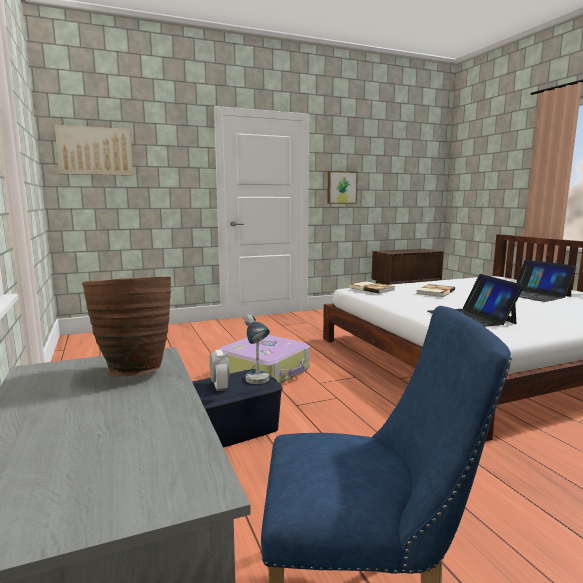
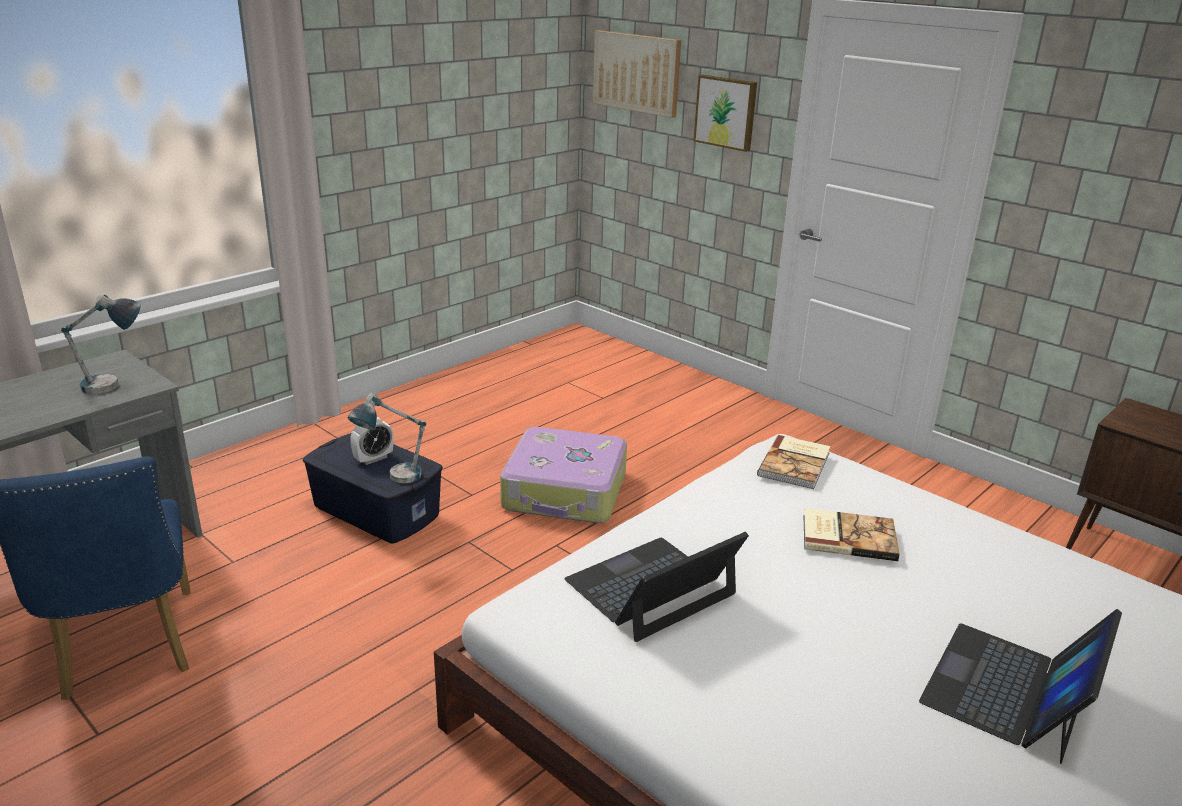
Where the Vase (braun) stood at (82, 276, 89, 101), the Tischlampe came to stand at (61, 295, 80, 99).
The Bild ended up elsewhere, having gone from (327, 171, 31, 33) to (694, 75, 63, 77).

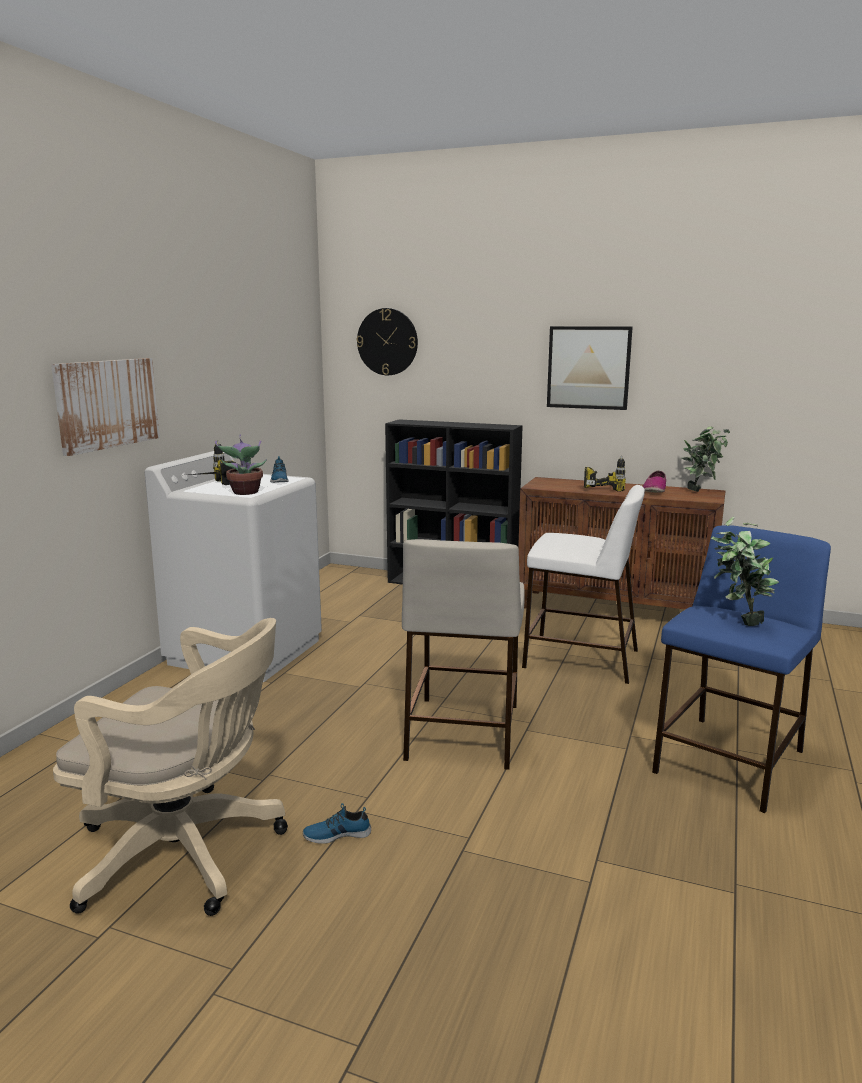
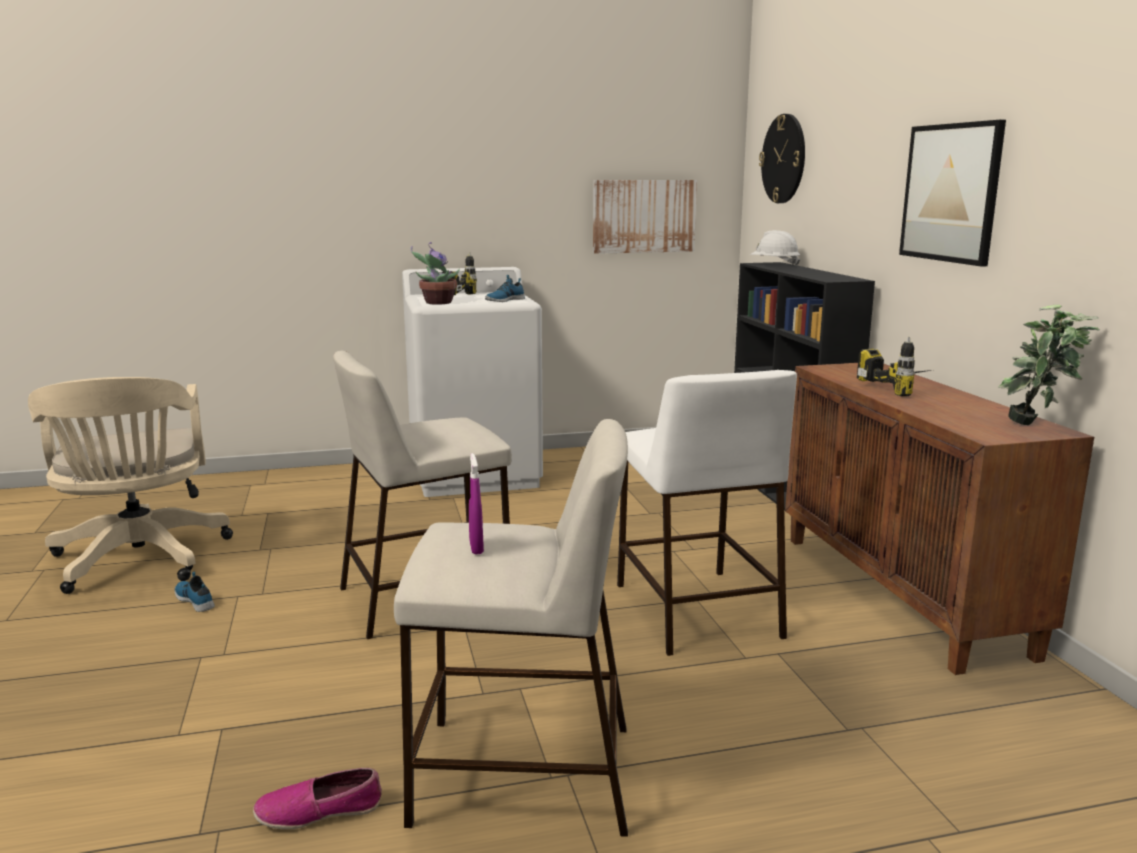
The Schuh ended up elsewhere, having gone from (643, 471, 23, 22) to (253, 768, 129, 61).
What was the Hocker (blau) at (652, 525, 179, 288) turned into the Hocker (beige) at (394, 419, 234, 418).
Where the Topfpflanze stood at (711, 516, 68, 110), the Sprühflasche (lila) came to stand at (469, 453, 15, 102).
The Bild ended up elsewhere, having gone from (51, 358, 109, 98) to (593, 180, 104, 74).
The second view gained the Schutzhelm (weiß) at (750, 230, 50, 36).

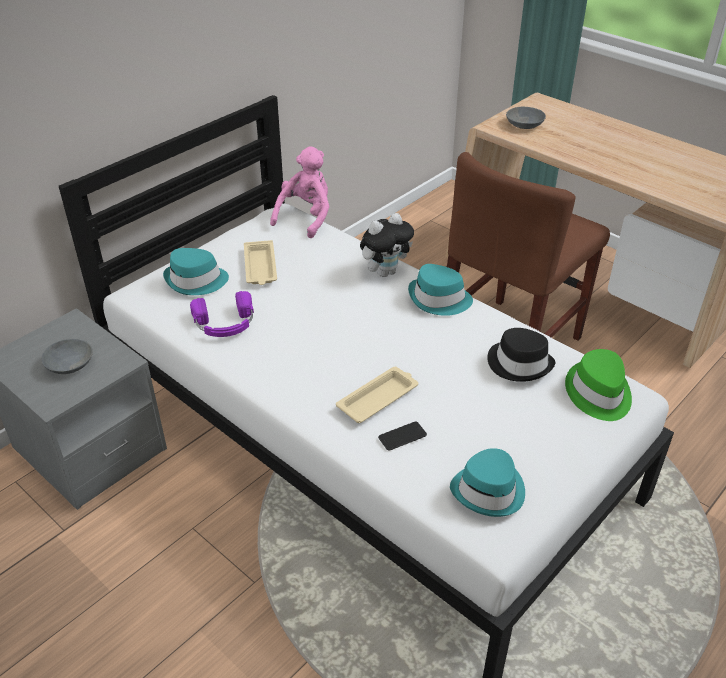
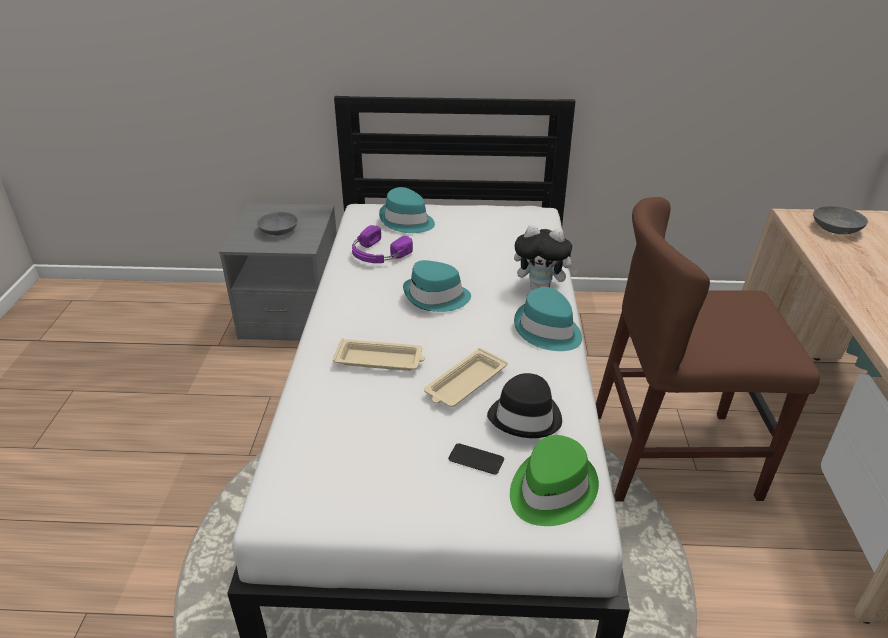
The Hut (türkis) ended up elsewhere, having gone from (450, 448, 75, 69) to (403, 260, 68, 52).
The Tablett (beige) ended up elsewhere, having gone from (244, 240, 33, 45) to (424, 348, 83, 59).
The Handy ended up elsewhere, having gone from (378, 422, 49, 29) to (448, 443, 56, 32).
The second view lost the Plüschtier (rosa) at (270, 146, 59, 92).

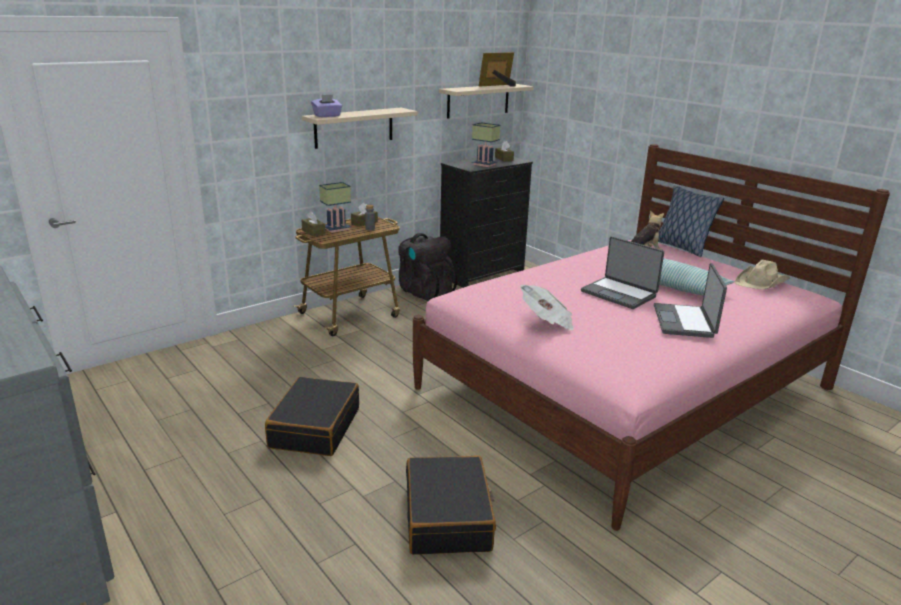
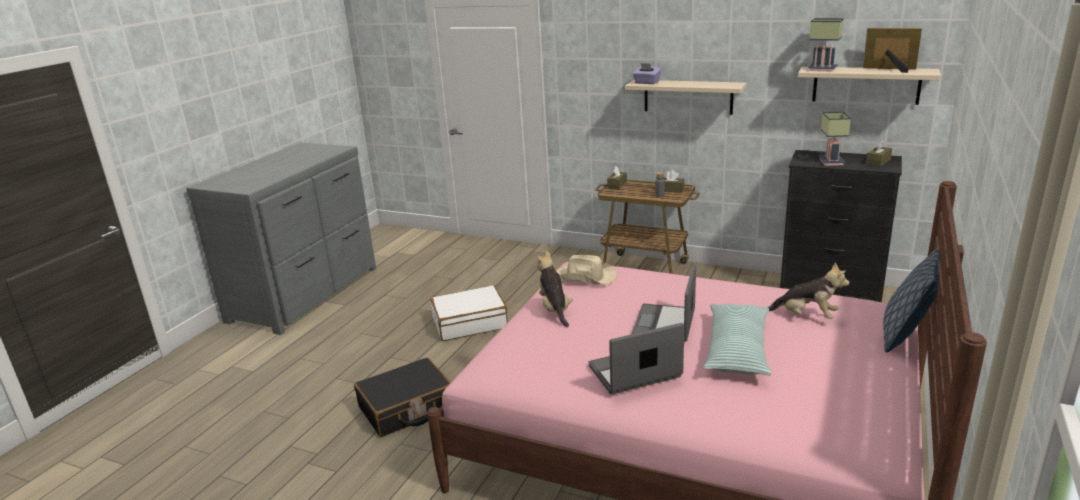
What was the Koffer (schwarz) at (265, 377, 94, 79) turned into the Koffer (weiß) at (430, 285, 78, 56).
Where the Zeitung stood at (520, 284, 54, 46), the Plüschtier came to stand at (536, 251, 37, 76).
The Hut (beige) ended up elsewhere, having gone from (734, 260, 56, 30) to (556, 255, 61, 30).
The Tischlampe ended up elsewhere, having gone from (319, 182, 32, 51) to (808, 18, 36, 54).
The second view lost the Rucksack (schwarz) at (398, 233, 59, 68).

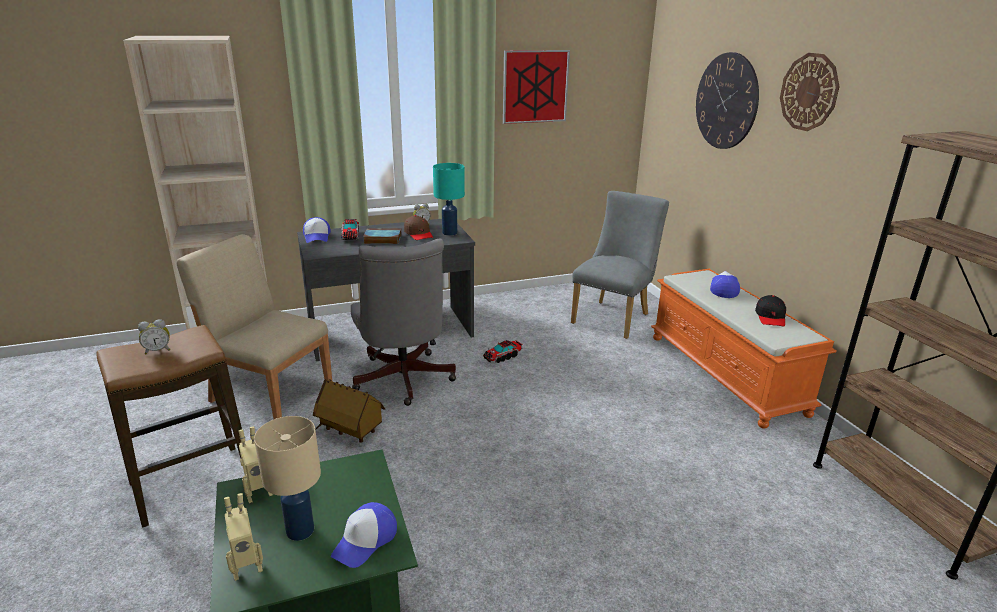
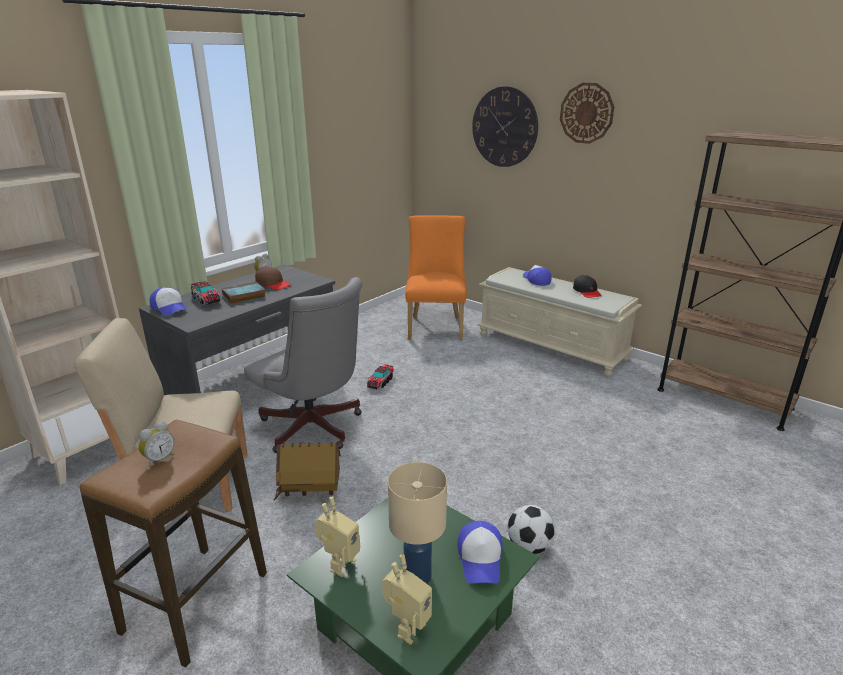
What was the Stuhl (grau) at (571, 191, 98, 148) turned into the Stuhl (orange) at (405, 215, 62, 125).
What was the Bank (orange) at (651, 269, 186, 160) turned into the Bank (beige) at (477, 267, 165, 110).
The second view gained the Fußball at (508, 505, 47, 49).
The second view lost the Tischlampe (türkis) at (433, 163, 32, 73).
The second view lost the Bild at (503, 50, 67, 74).

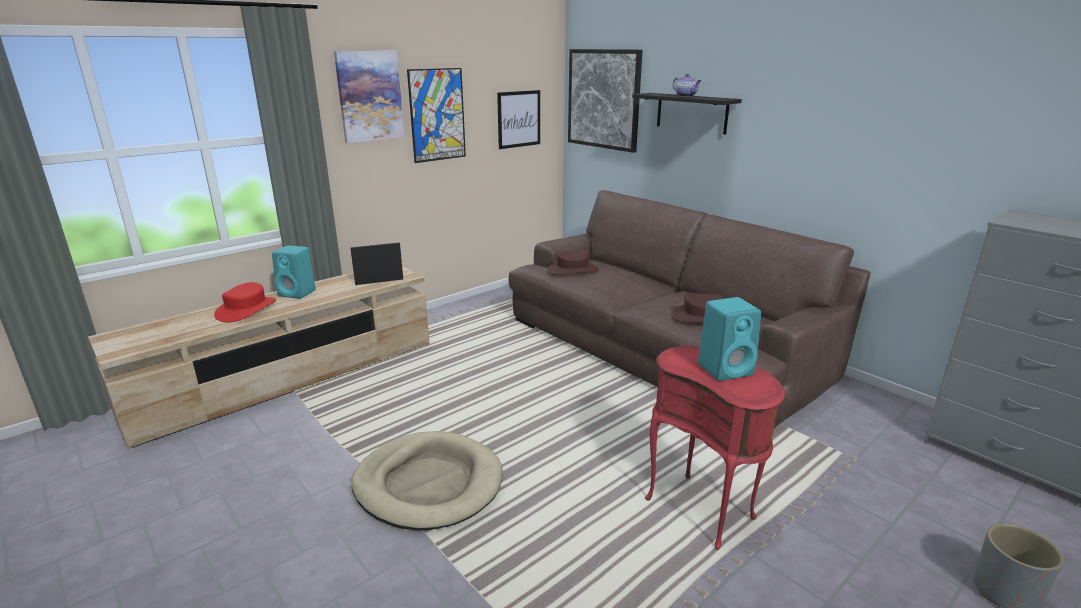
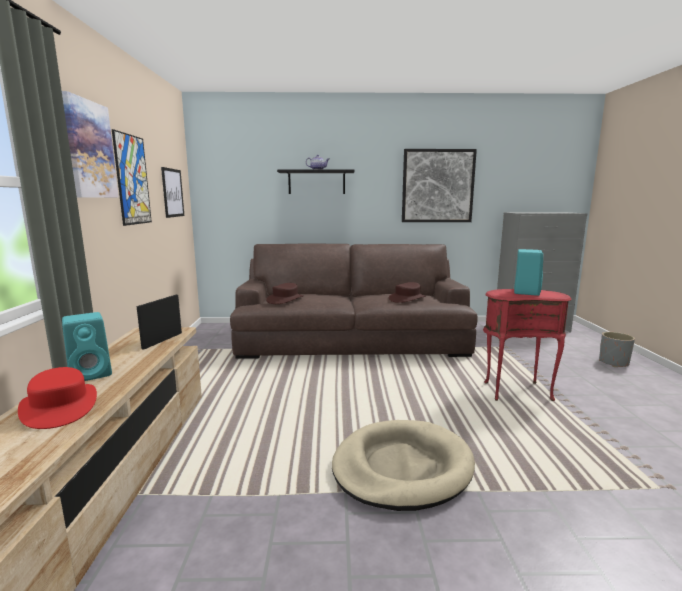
The Bild ended up elsewhere, having gone from (568, 49, 75, 104) to (402, 149, 75, 73).

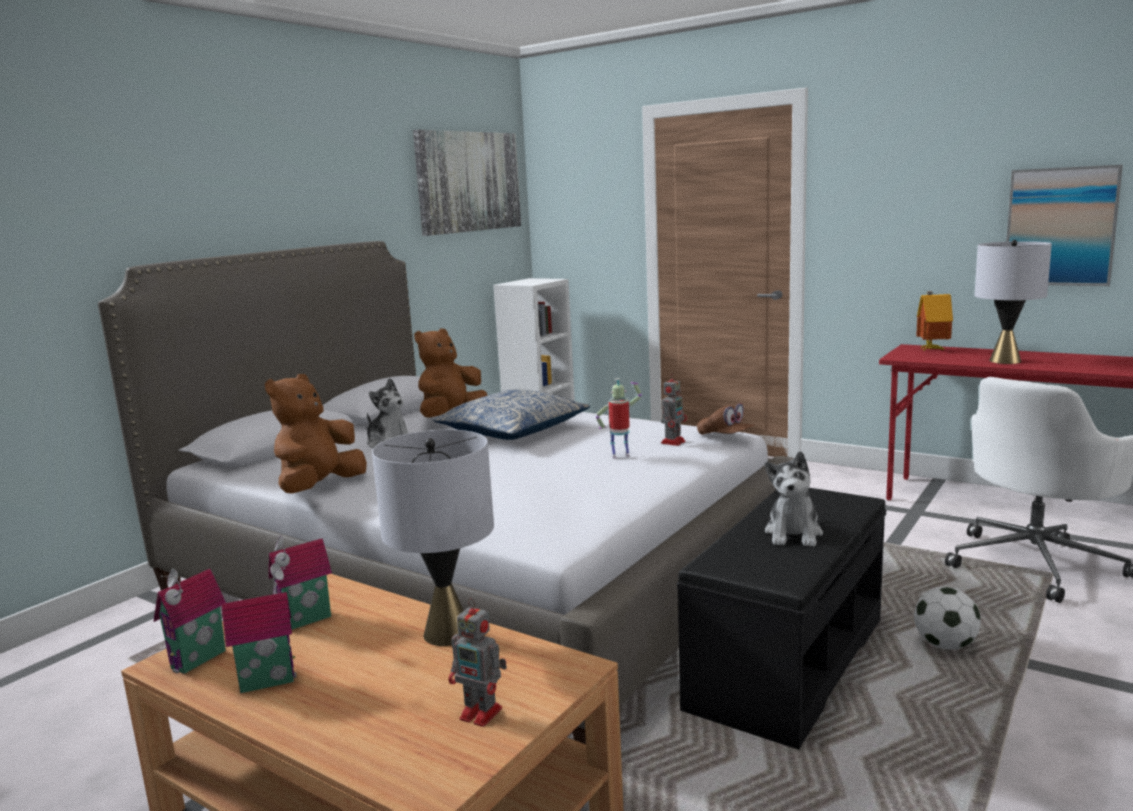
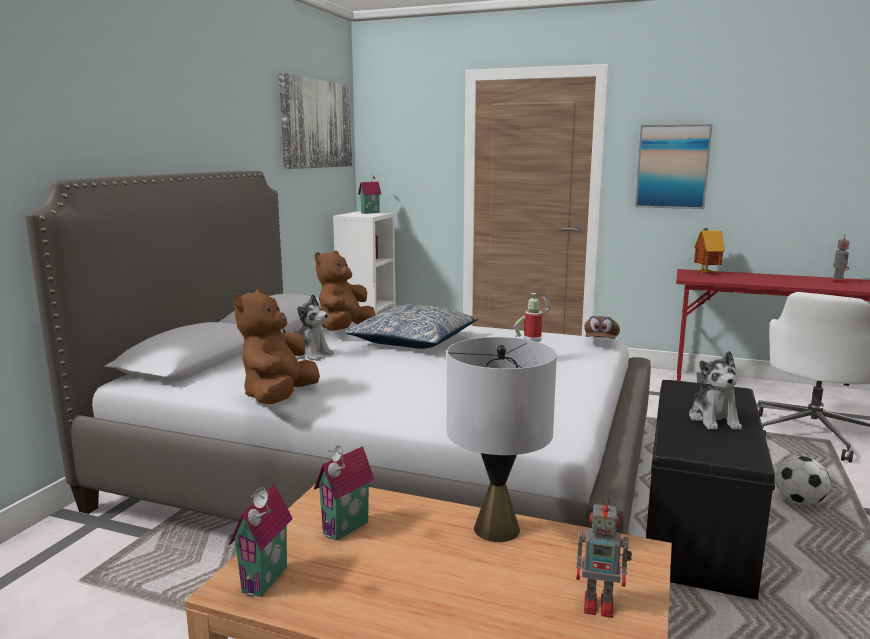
The Spielzeughaus ended up elsewhere, having gone from (221, 563, 76, 130) to (358, 173, 24, 41).
The Kappe (braun) at (697, 403, 58, 32) ended up facing another way, 75 degrees clockwise from before.
The Bild ended up elsewhere, having gone from (1006, 164, 117, 122) to (635, 124, 77, 85).
The Spielzeugroboter ended up elsewhere, having gone from (661, 373, 26, 73) to (830, 235, 19, 48).
The second view lost the Tischlampe (grau) at (974, 240, 78, 124).

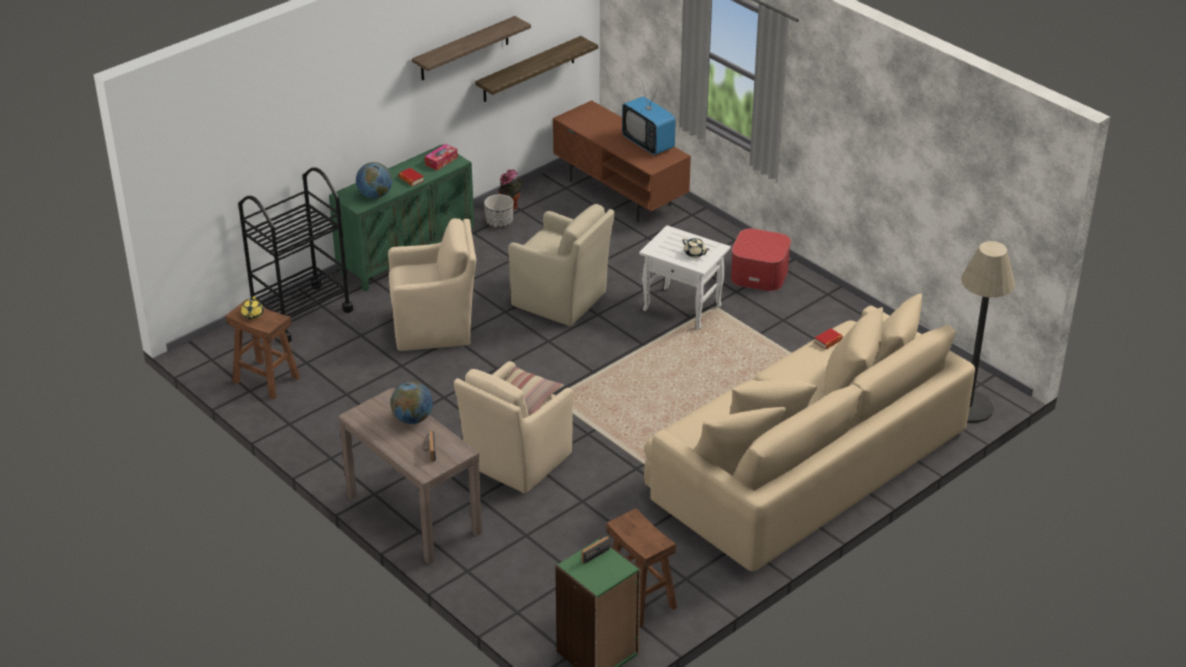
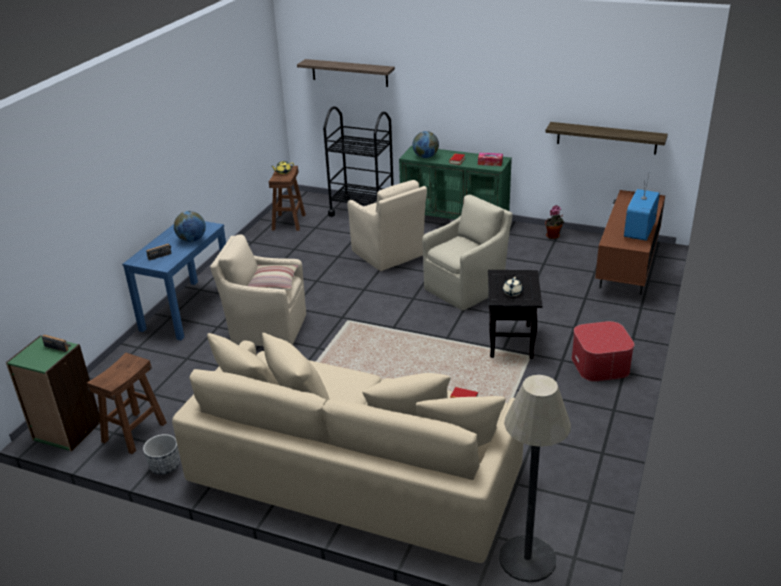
What was the Konsolentisch (braun) at (338, 387, 144, 178) turned into the Konsolentisch (blau) at (122, 221, 104, 119).
The Pflanzkübel ended up elsewhere, having gone from (484, 194, 30, 34) to (143, 434, 37, 41).
The Wandregal ended up elsewhere, having gone from (412, 16, 119, 64) to (297, 59, 98, 28).
The Sessel (beige) at (508, 204, 107, 122) ended up facing another way, 135 degrees counterclockwise from before.
What was the Beistelltisch (weiß) at (639, 225, 92, 105) turned into the Beistelltisch (schwarz) at (488, 270, 55, 89).

